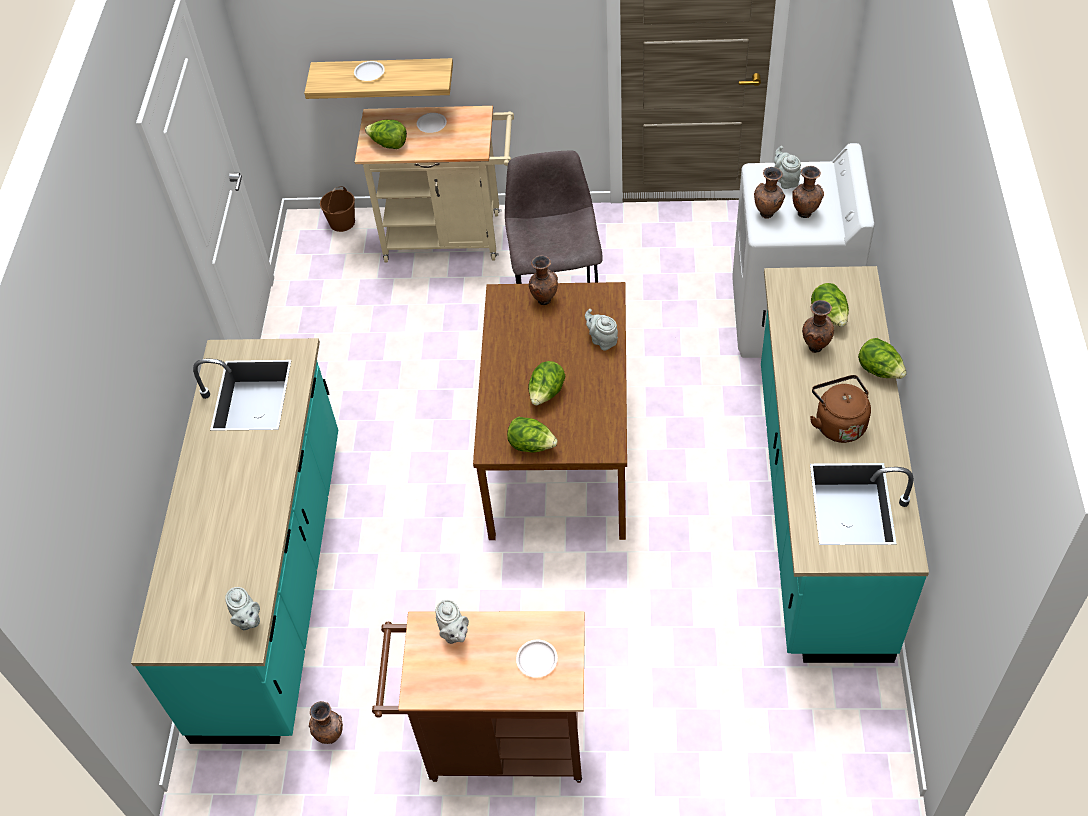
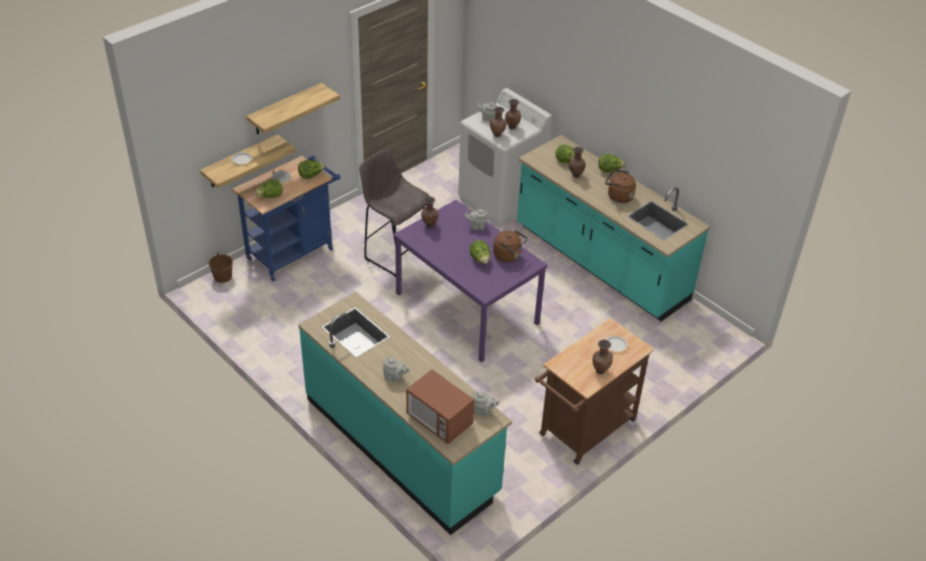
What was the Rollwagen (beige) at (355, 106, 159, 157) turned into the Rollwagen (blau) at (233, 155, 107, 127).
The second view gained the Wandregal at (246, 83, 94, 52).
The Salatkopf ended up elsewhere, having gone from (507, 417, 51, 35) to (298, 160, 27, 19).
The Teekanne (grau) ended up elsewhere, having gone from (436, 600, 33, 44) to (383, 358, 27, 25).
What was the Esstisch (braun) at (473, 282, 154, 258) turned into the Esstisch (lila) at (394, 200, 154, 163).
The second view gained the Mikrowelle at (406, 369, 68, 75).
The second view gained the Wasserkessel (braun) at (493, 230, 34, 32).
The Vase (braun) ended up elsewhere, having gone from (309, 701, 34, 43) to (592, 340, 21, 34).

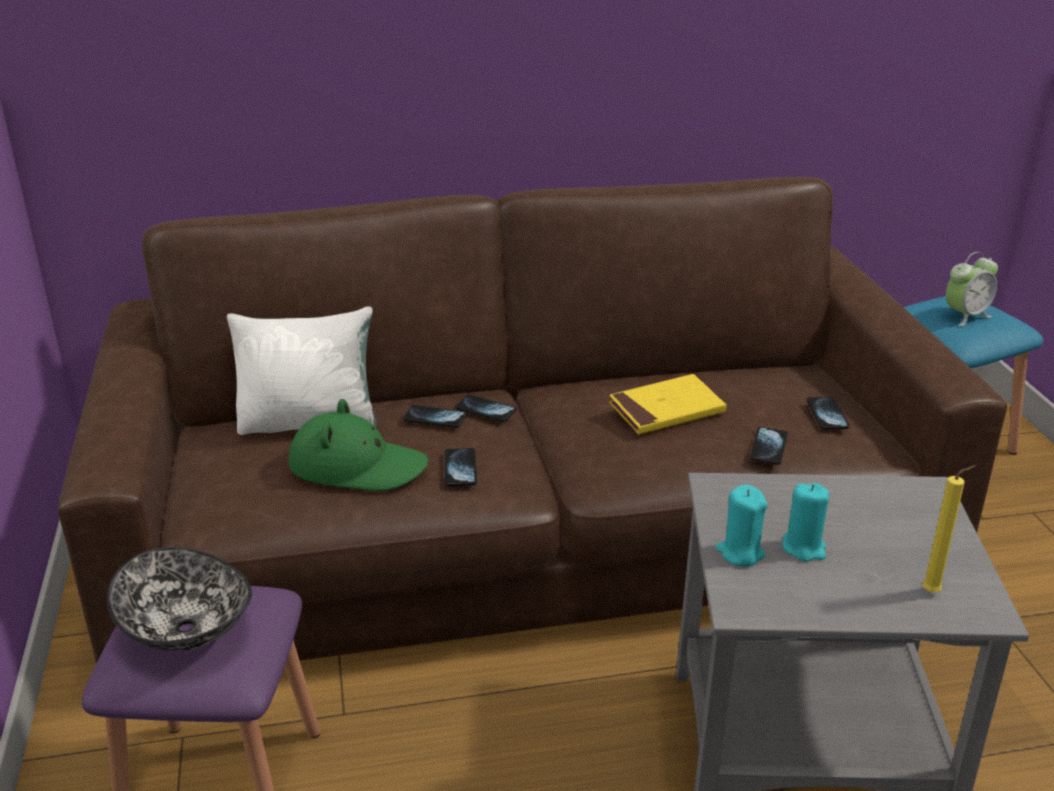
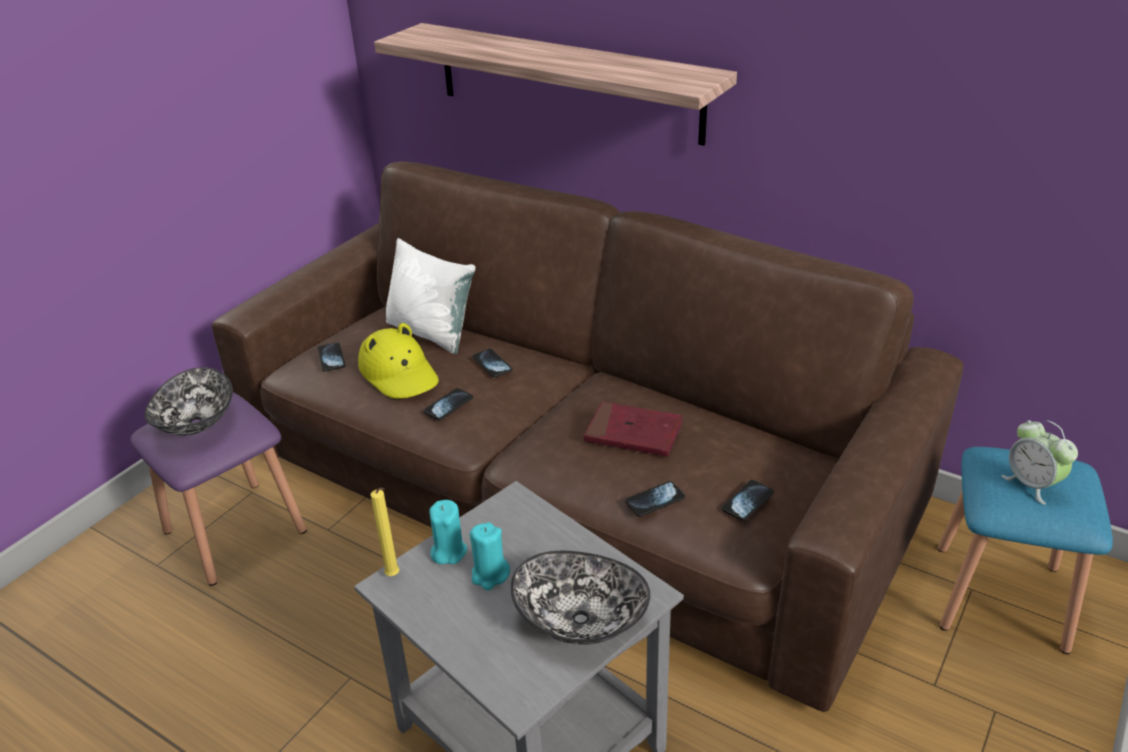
The Handy ended up elsewhere, having gone from (455, 395, 61, 27) to (318, 343, 27, 28).
What was the Hut (grün) at (288, 399, 141, 92) turned into the Hut (gelb) at (358, 323, 81, 76).
The Kerze (gelb) ended up elsewhere, having gone from (923, 465, 52, 127) to (371, 487, 28, 89).
The second view gained the Wandregal at (374, 23, 363, 123).
The second view gained the Schüssel at (510, 551, 140, 94).
What was the Buch (gelb) at (609, 374, 117, 61) turned into the Buch (rot) at (584, 401, 99, 56).
The Wecker at (946, 252, 52, 75) ended up facing another way, 45 degrees clockwise from before.

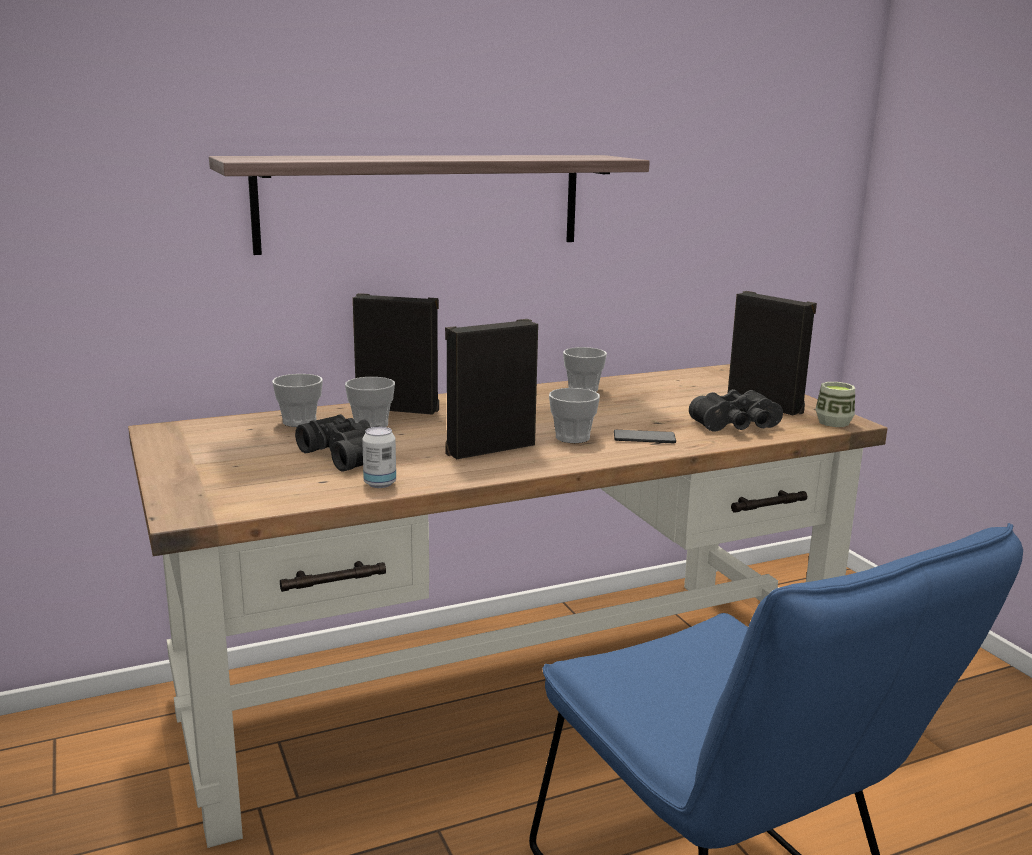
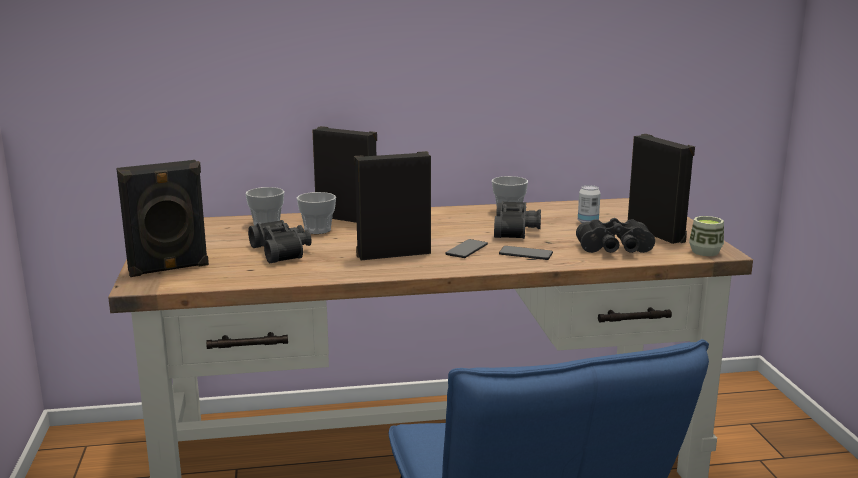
The second view gained the Lautsprecher (schwarz) at (116, 160, 93, 117).
Where the Tasse stood at (549, 388, 51, 55), the Handy came to stand at (445, 239, 43, 19).
The second view gained the Fernglas (schwarz) at (494, 201, 47, 38).
The Dose ended up elsewhere, having gone from (362, 427, 34, 61) to (578, 185, 23, 38).
The second view lost the Wandregal at (209, 155, 441, 100).

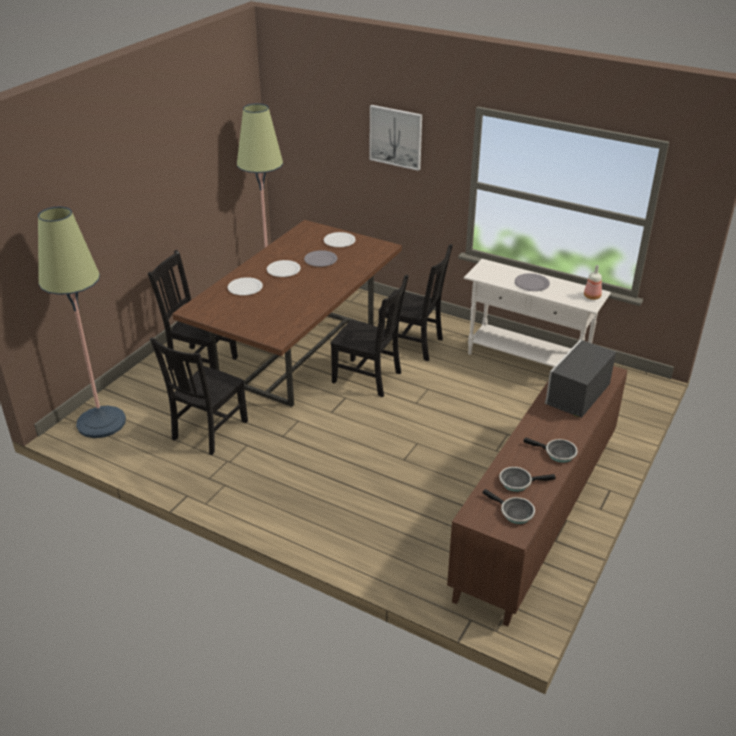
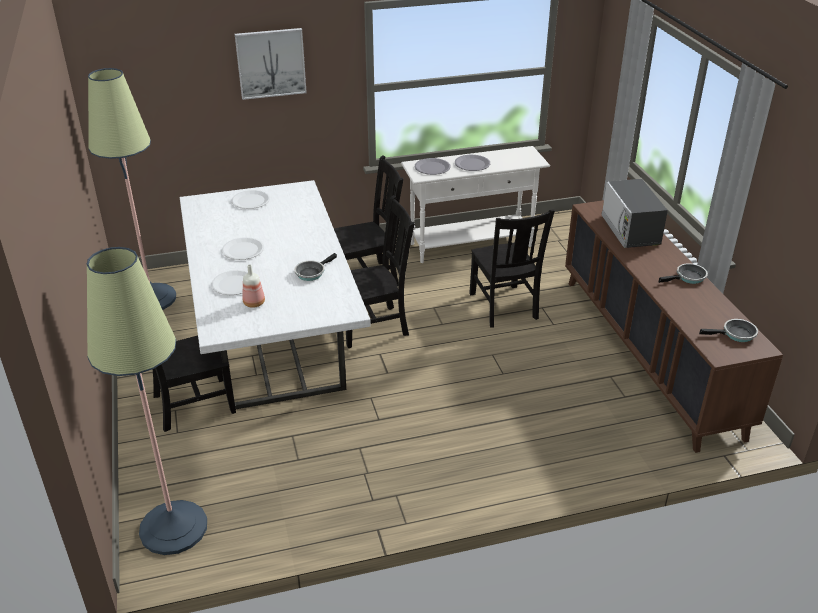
What was the Esstisch (braun) at (172, 220, 230, 187) turned into the Esstisch (weiß) at (180, 180, 191, 229).
The Flasche ended up elsewhere, having gone from (584, 265, 18, 35) to (242, 264, 23, 44).
The Pfanne ended up elsewhere, having gone from (499, 467, 57, 25) to (294, 253, 43, 28).
The Teller (grau) ended up elsewhere, having gone from (304, 250, 33, 17) to (415, 158, 35, 17).
The Stuhl (schwarz) ended up elsewhere, having gone from (150, 338, 98, 117) to (469, 209, 86, 119).

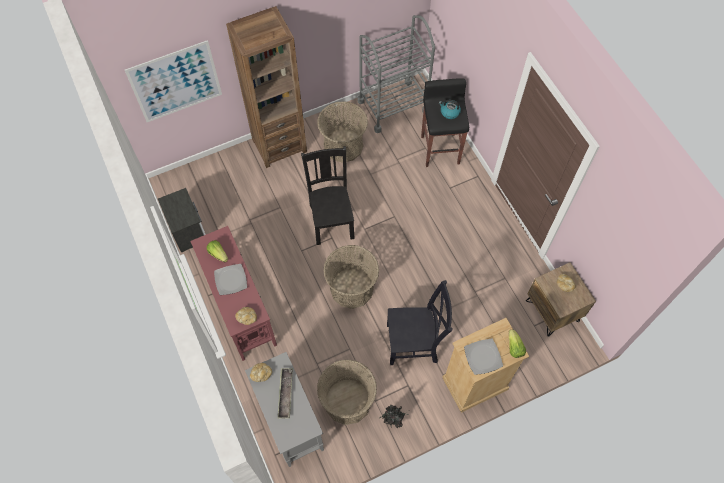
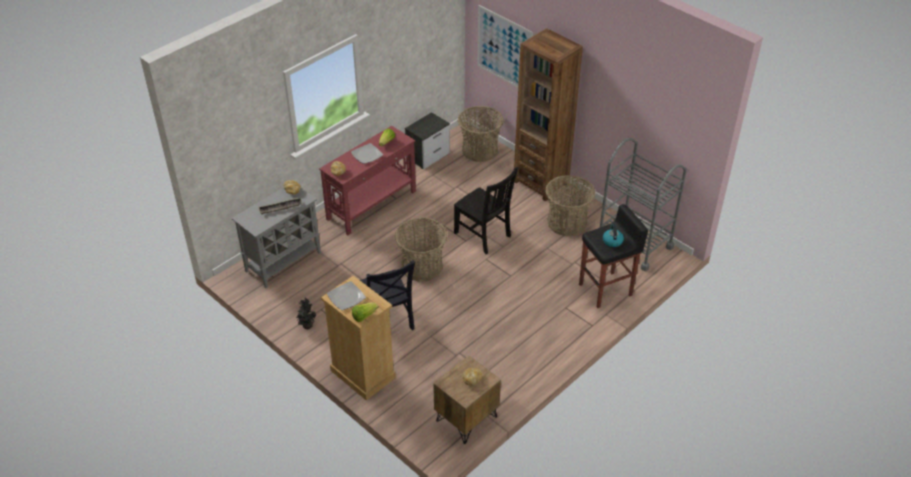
The Stuhl (schwarz) at (301, 146, 54, 99) ended up facing another way, 75 degrees clockwise from before.
The Korb ended up elsewhere, having gone from (317, 360, 60, 65) to (458, 106, 46, 56).

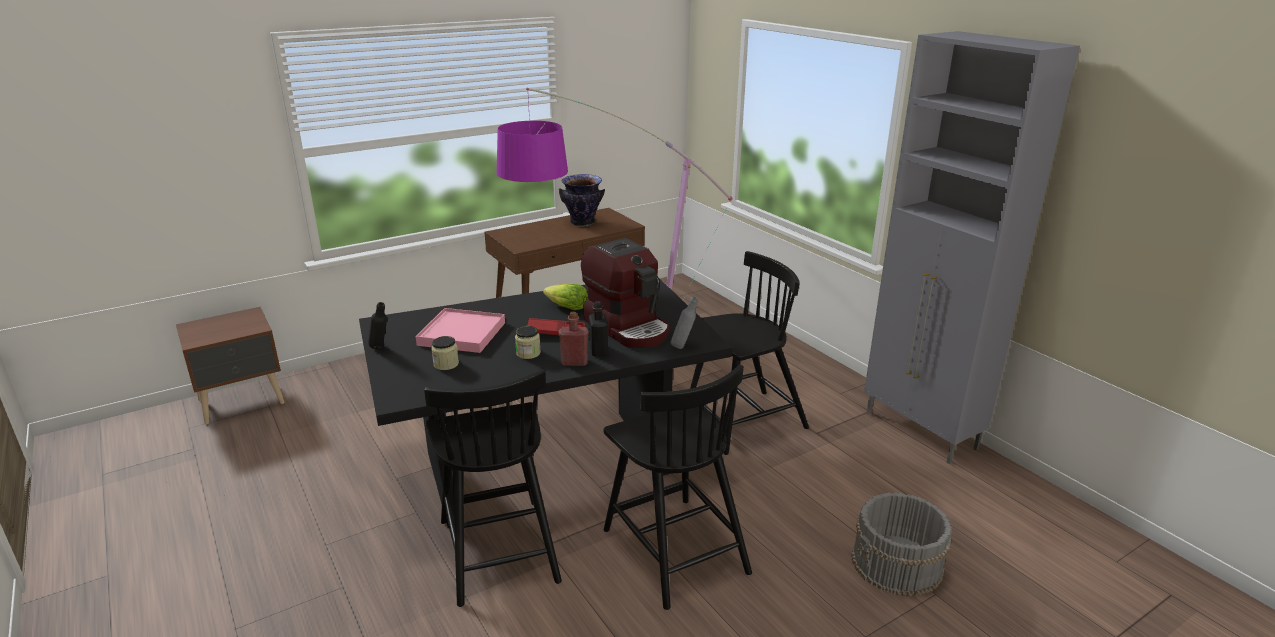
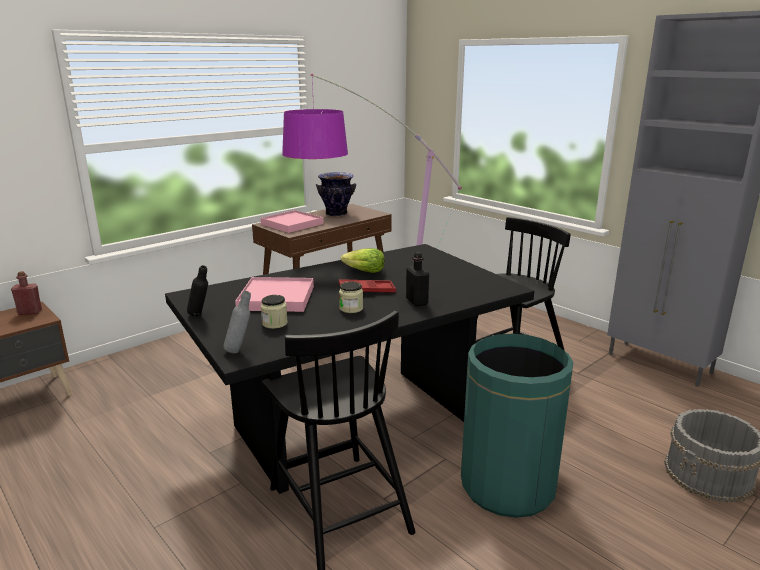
The Flasche (rot) ended up elsewhere, having gone from (558, 312, 31, 54) to (11, 271, 31, 44).
The Flasche (grau) ended up elsewhere, having gone from (671, 296, 27, 53) to (223, 291, 28, 63).
The second view gained the Tablett (rosa) at (260, 210, 63, 23).
Where the Stuhl (schwarz) stood at (604, 364, 148, 246), the Mülleimer (grün) came to stand at (461, 334, 113, 184).
The second view lost the Kaffeemaschine at (581, 238, 88, 110).

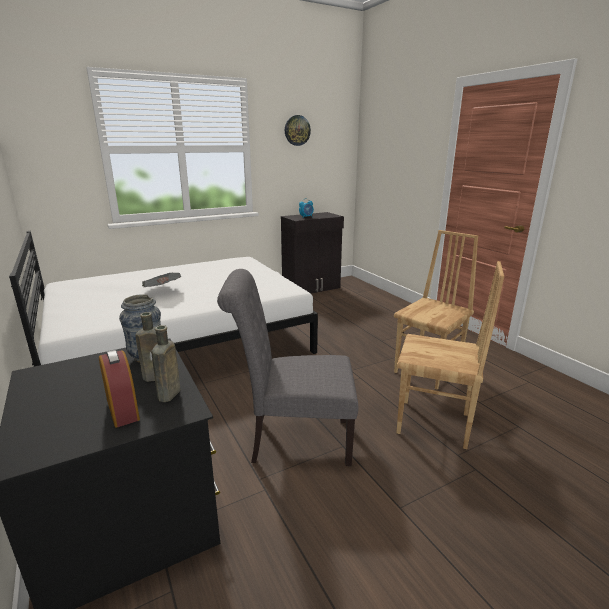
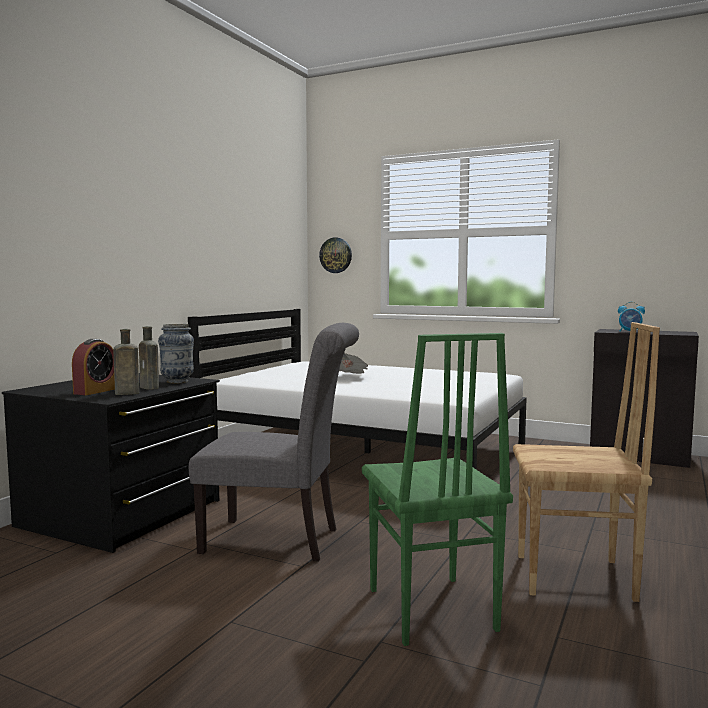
The Stuhl (grau) at (217, 269, 141, 197) ended up facing another way, 135 degrees clockwise from before.
The Wanduhr ended up elsewhere, having gone from (285, 115, 26, 31) to (319, 237, 33, 36).
What was the Stuhl (braun) at (396, 261, 108, 188) turned into the Stuhl (grün) at (362, 333, 151, 313).

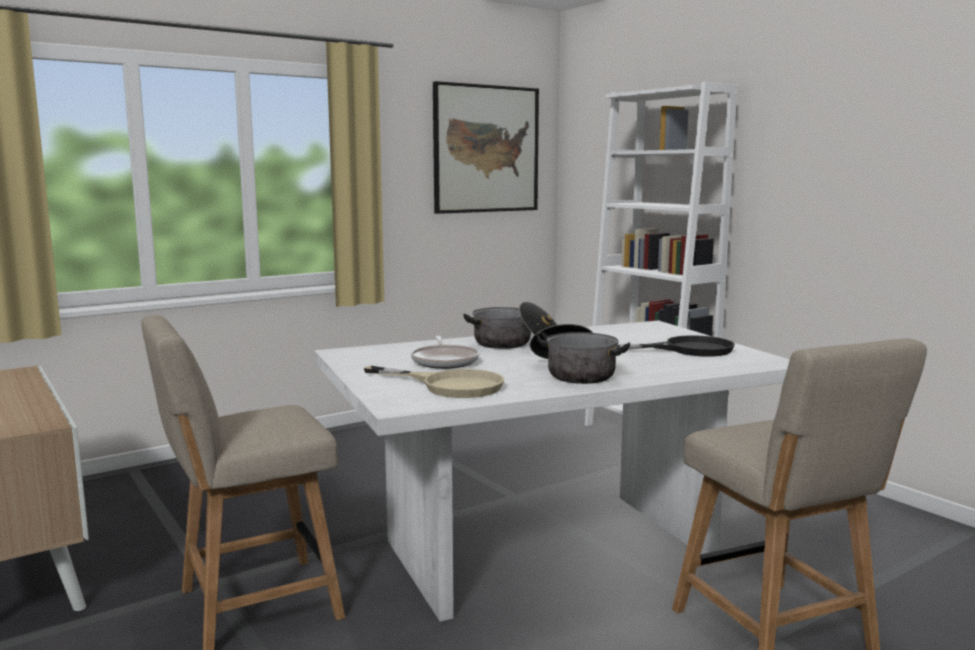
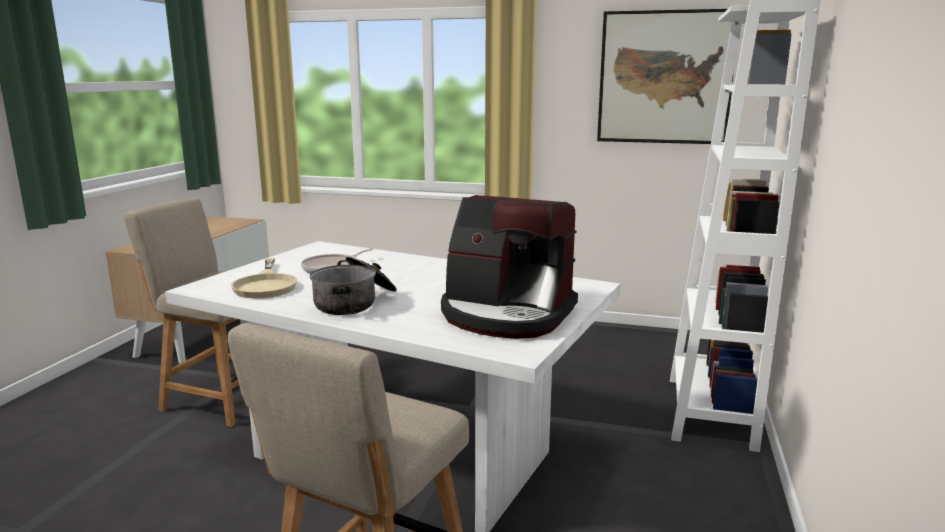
Where the Pfanne (schwarz) stood at (616, 336, 119, 21), the Kaffeemaschine came to stand at (441, 195, 137, 144).
The second view lost the Kochtopf at (463, 302, 94, 47).

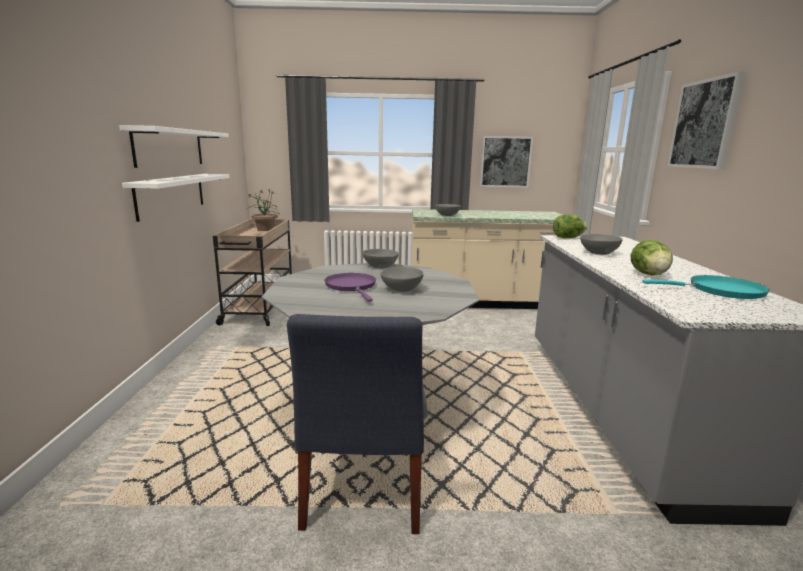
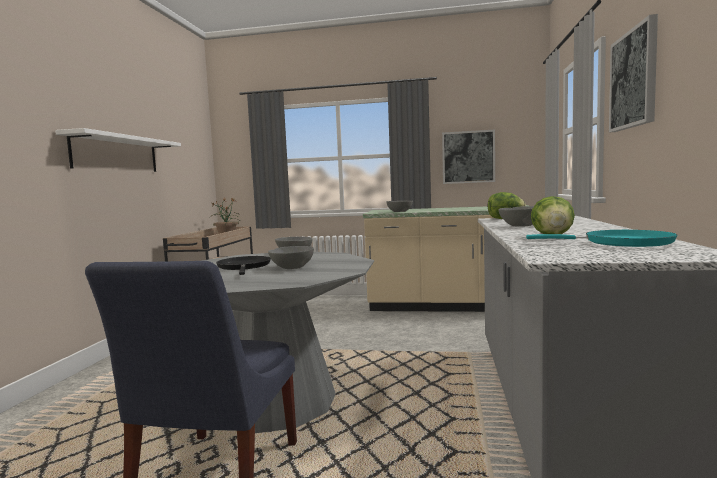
What was the Pfanne (lila) at (324, 273, 52, 29) turned into the Pfanne (schwarz) at (216, 256, 55, 19).
The second view lost the Wandregal (weiß) at (122, 174, 108, 48).

